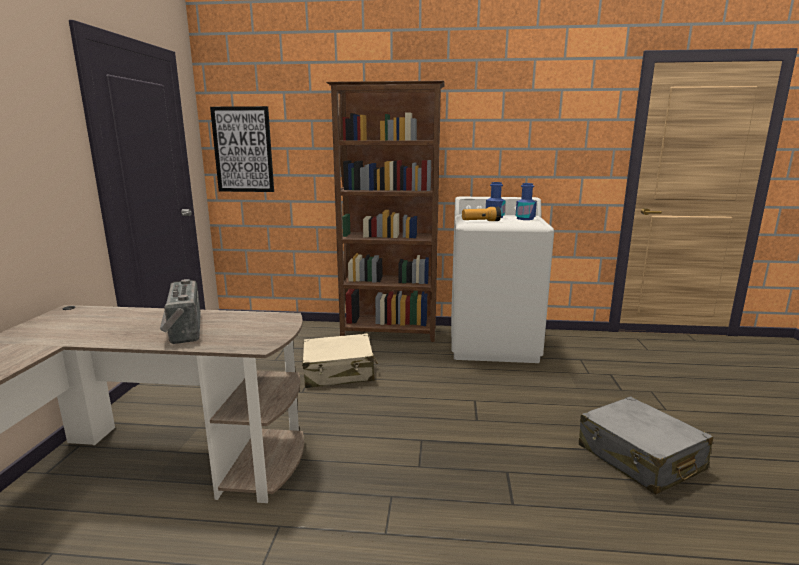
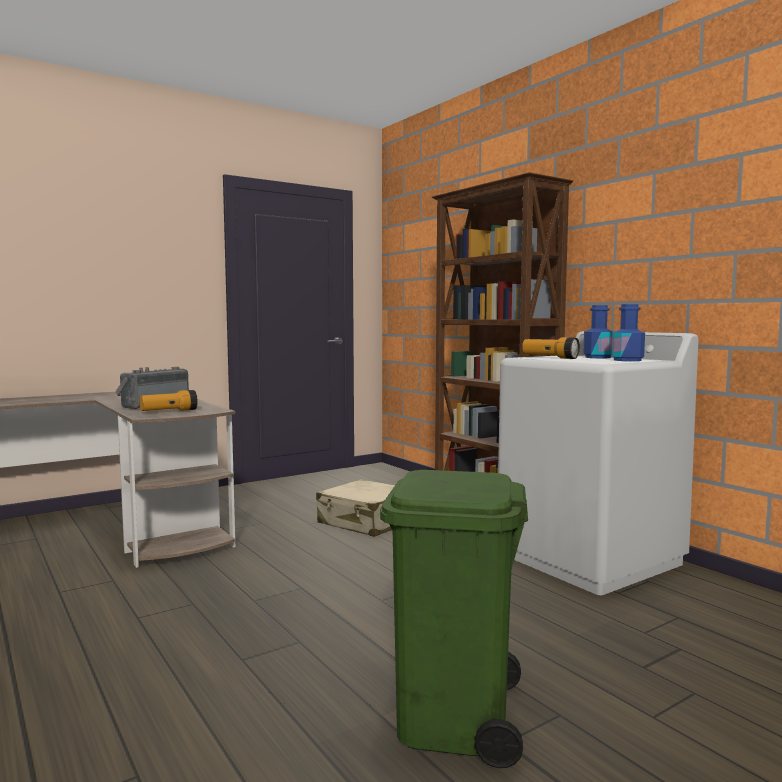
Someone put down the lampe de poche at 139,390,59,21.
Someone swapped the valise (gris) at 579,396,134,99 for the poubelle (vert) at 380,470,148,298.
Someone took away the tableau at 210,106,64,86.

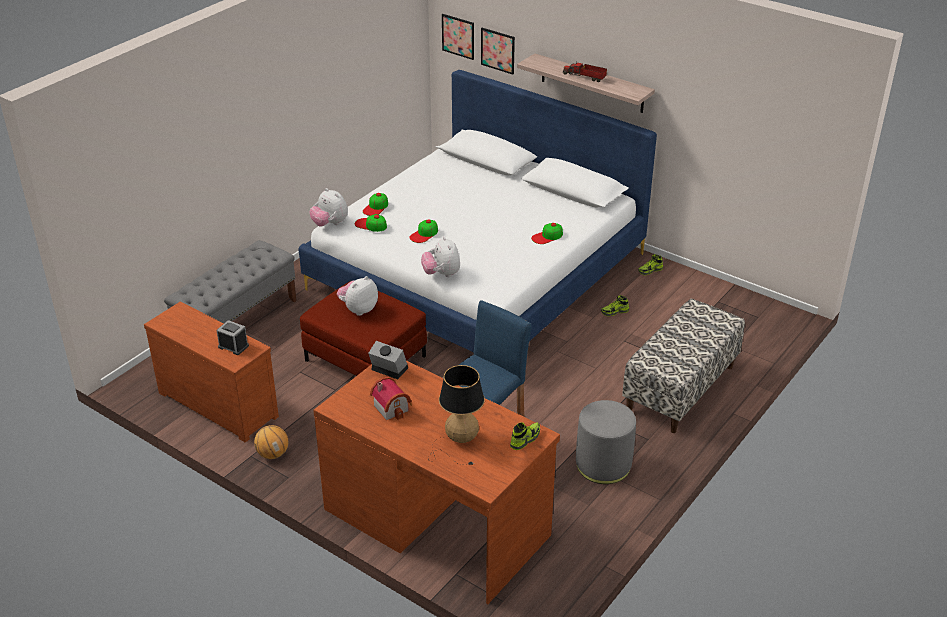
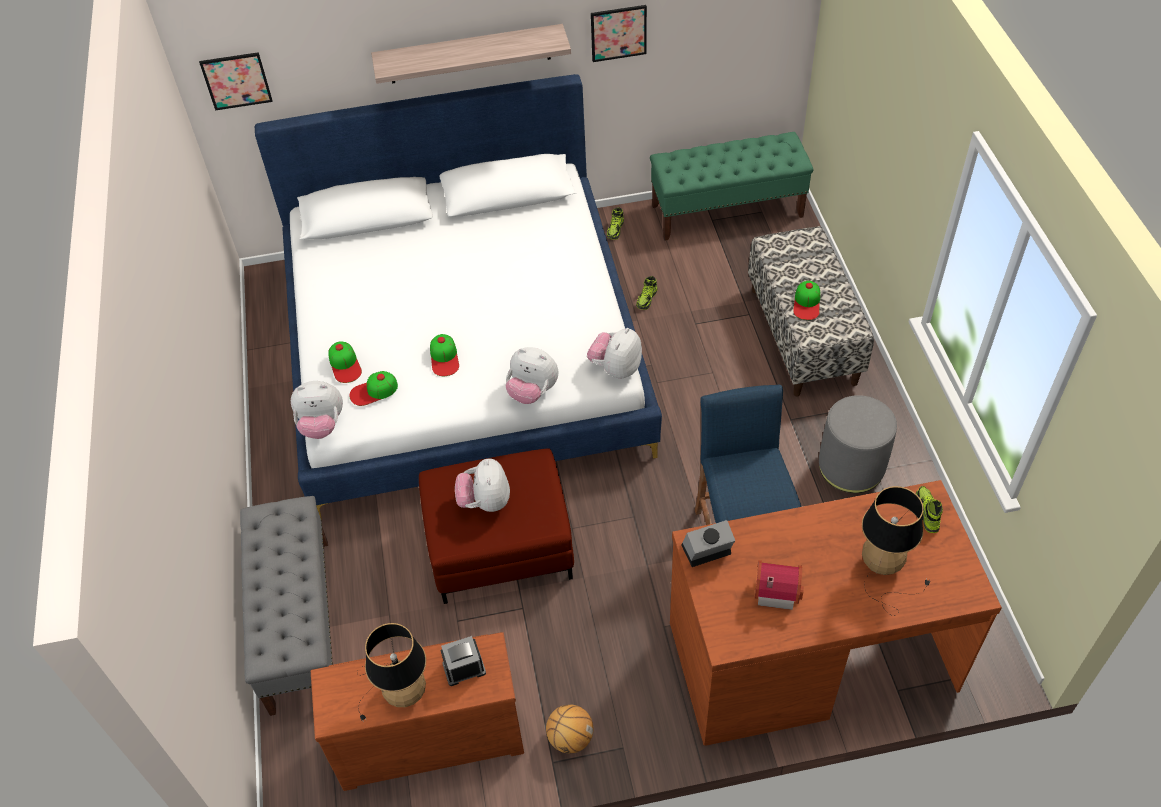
Someone put down the lampe de table at 357,623,69,99.
Someone put down the peluche at 587,328,55,50.
Someone carried the tableau from 481,28,34,47 to 591,5,56,57.
Someone put down the banc (vert) at 650,132,163,109.
Someone carried the casquette from 531,223,32,21 to 793,281,27,39.
Someone took away the camion jouet at 563,60,44,22.

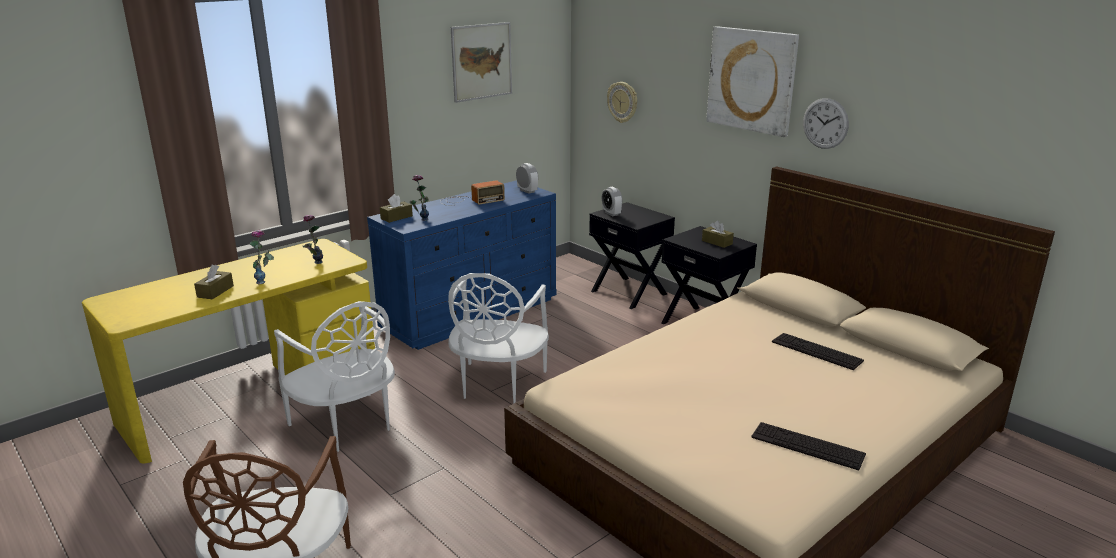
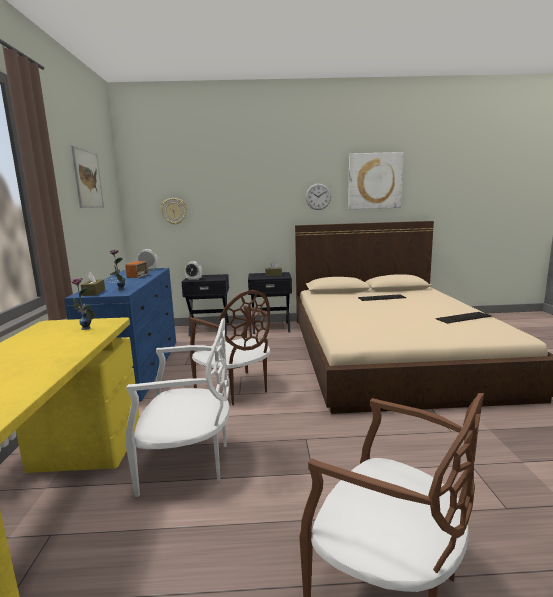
Someone repainted the chaise (blanc) at 448,273,101,131, which became the chaise (marron) at 189,290,82,115.
Someone carried the tableau from 706,26,93,111 to 348,152,55,57.
Someone took away the boîte à mouchoirs (marron) at 194,265,40,35.
Someone took away the vase at 249,230,25,54.

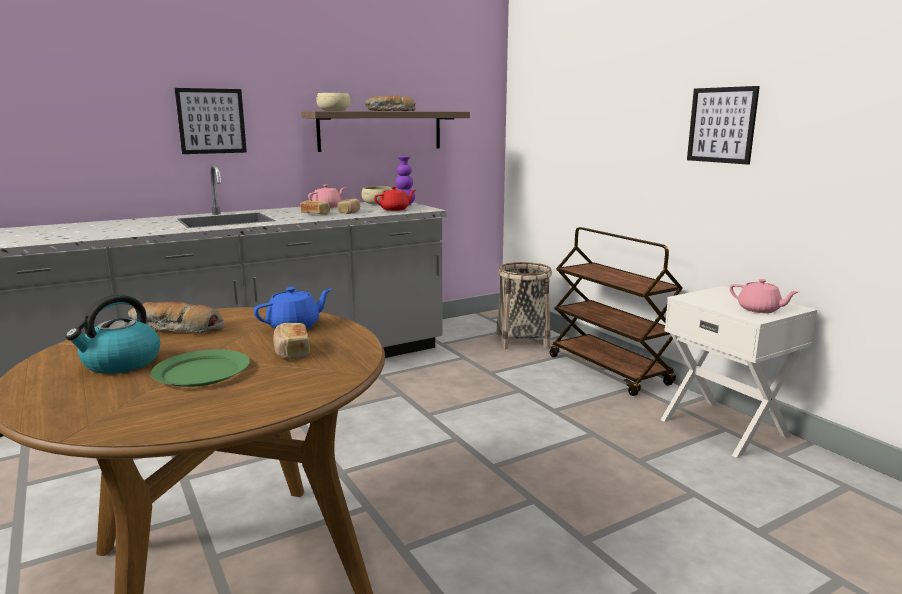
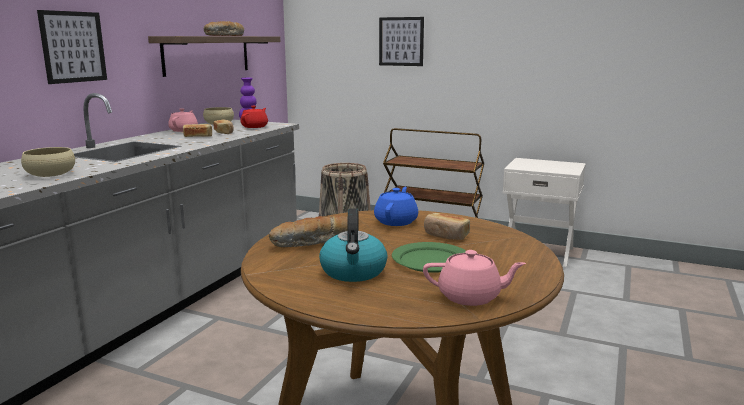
Someone carried the bol (beige) from 316,93,35,18 to 21,147,54,30.
Someone carried the tableau from 687,86,73,79 to 379,17,45,49.
Someone carried the théière (rose) from 730,279,69,34 to 423,250,103,56.

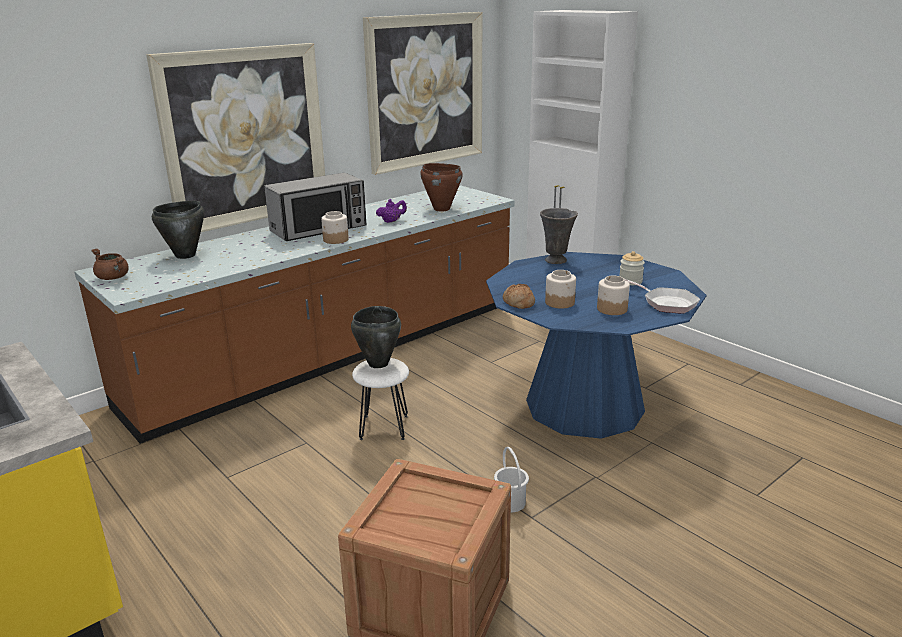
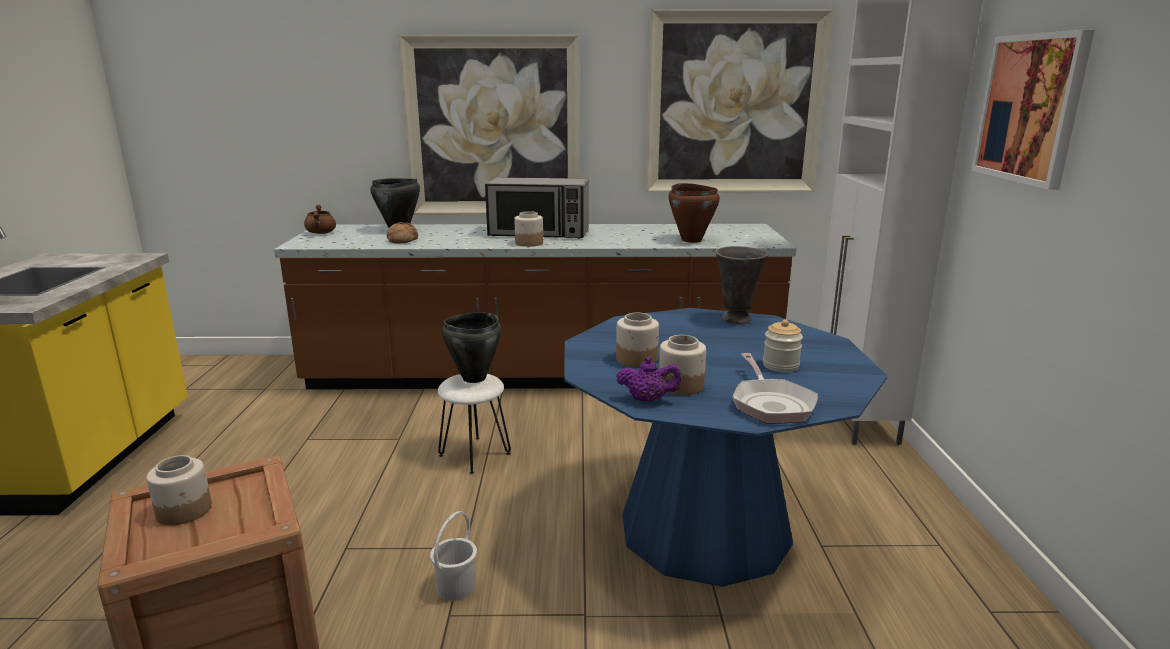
Someone put down the bocal at 146,455,66,70.
Someone carried the pain from 503,284,32,25 to 387,222,31,21.
Someone carried the théière (violet) from 376,199,31,24 to 616,356,67,46.
Someone put up the tableau at 971,29,124,161.

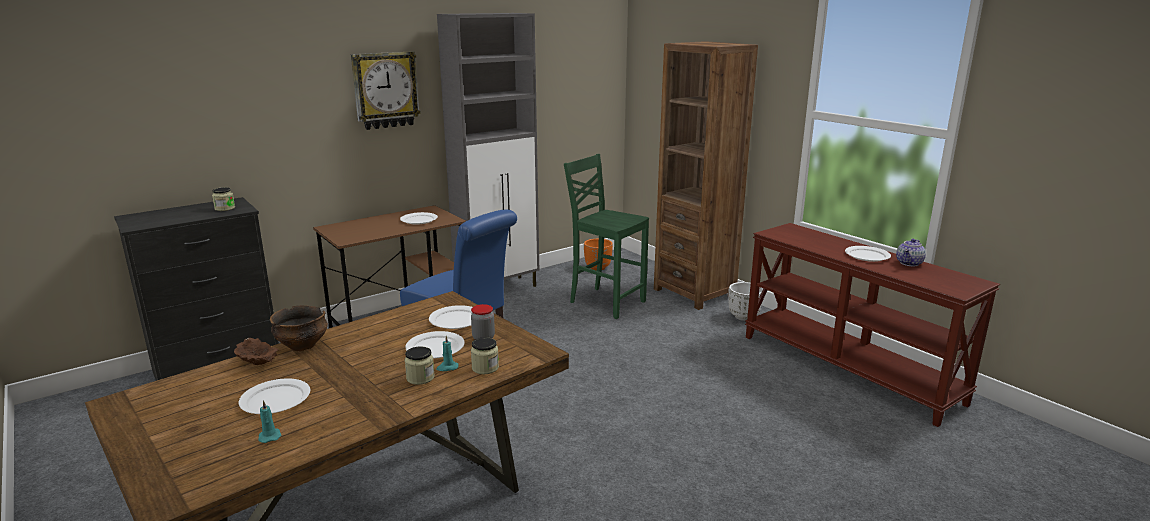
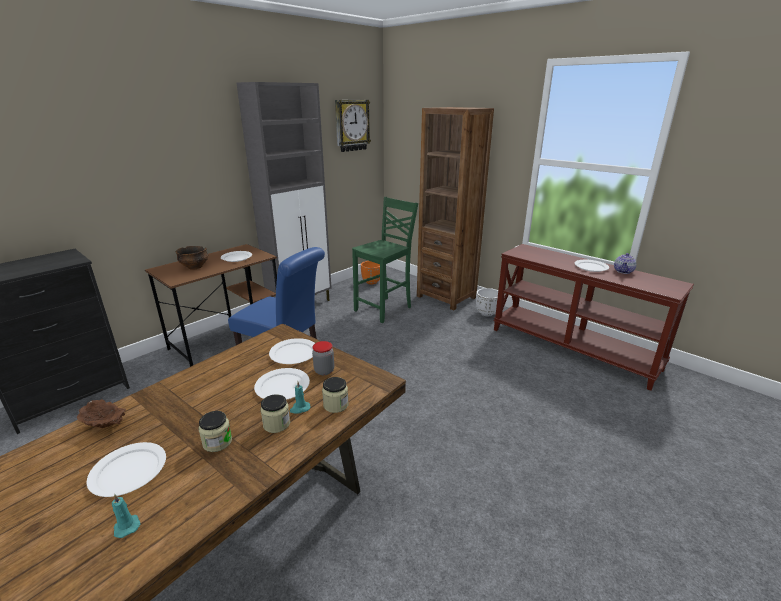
Someone carried the bol from 270,305,58,46 to 175,246,33,24.
Someone carried the bocal from 212,187,23,24 to 199,411,33,41.
Someone carried the horloge murale from 351,51,70,79 to 335,100,36,52.
Someone rotated the chaise (vert) at 564,154,85,165 by 105 degrees clockwise.

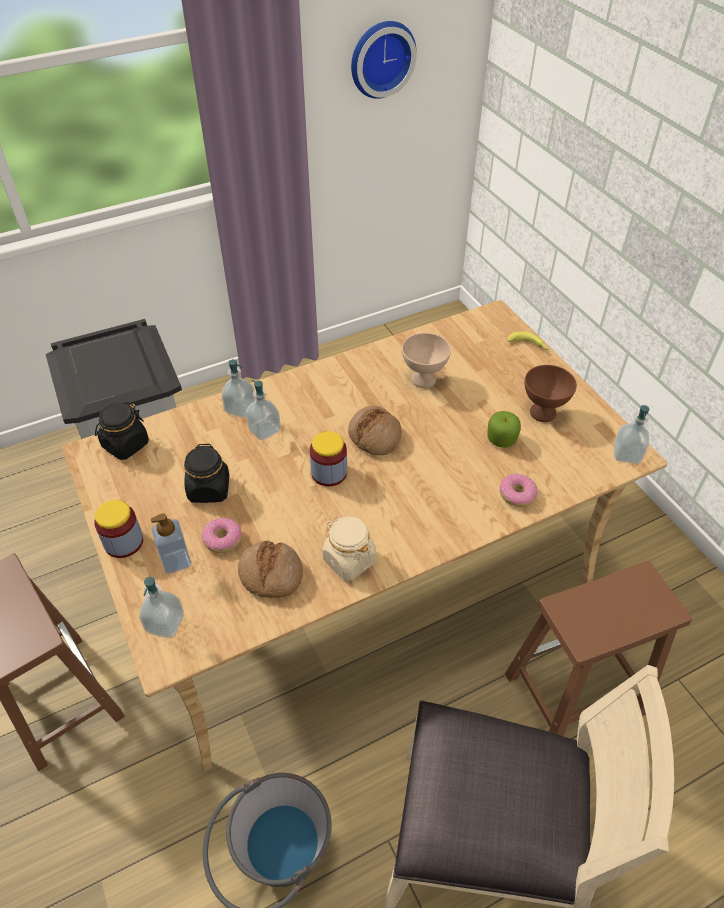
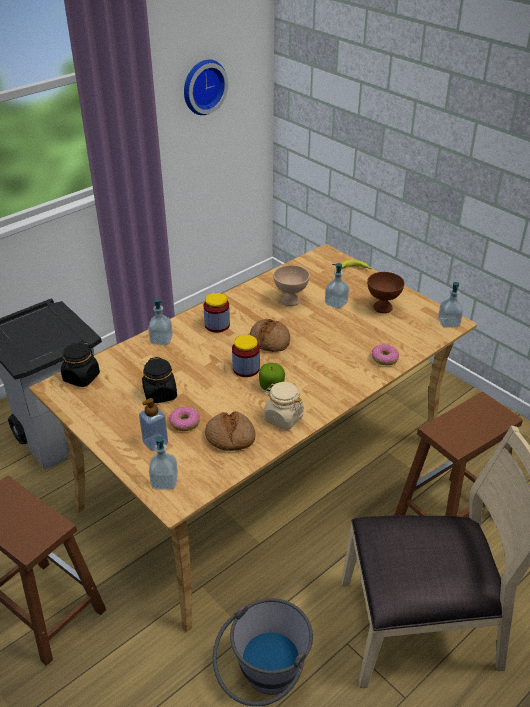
Someone carried the bocal from 94,500,49,58 to 204,293,26,40.
Someone carried the pomme from 488,411,33,37 to 259,363,26,28.
Someone carried the distributeur de savon from 245,380,36,60 to 325,263,24,46.

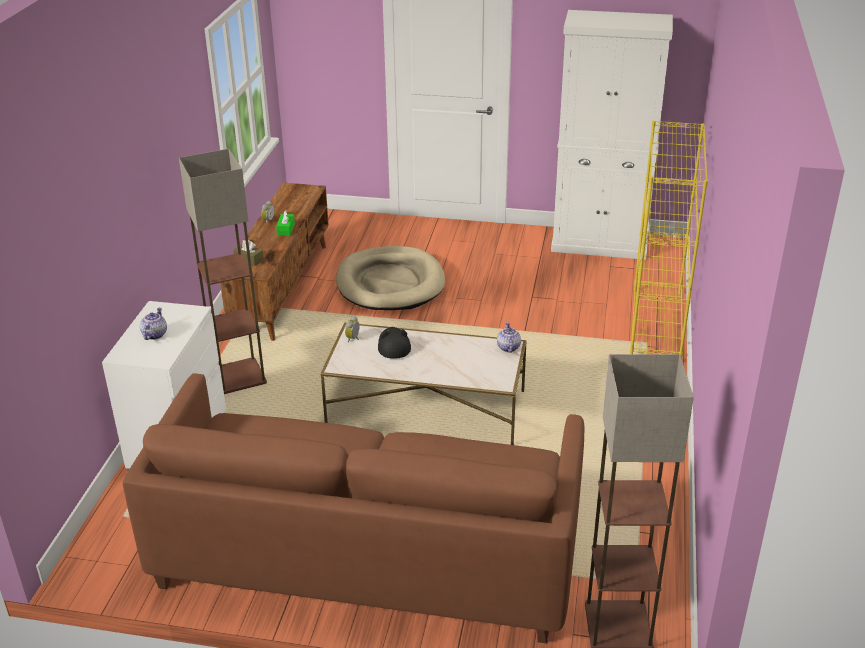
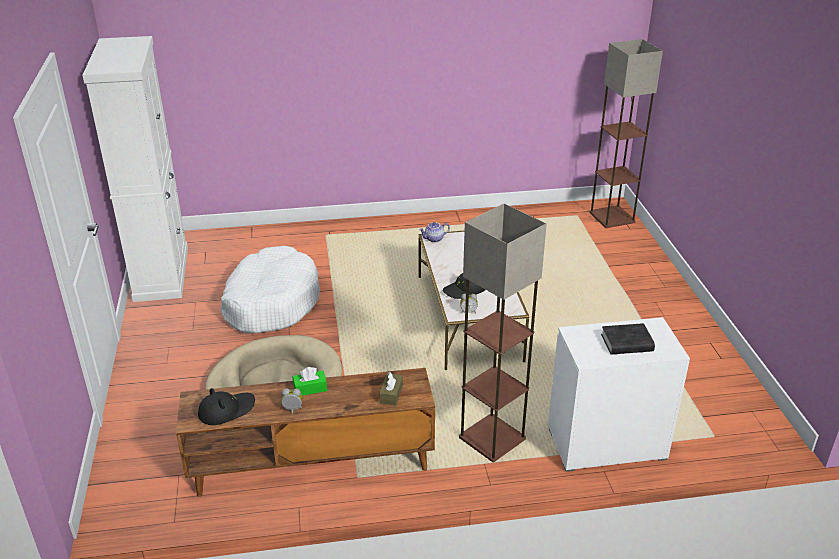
Someone put down the chapeau (noir) at 198,388,57,37.
Someone put down the panier pour chien (blanc) at 220,246,100,87.
Someone swapped the théière at 140,307,27,33 for the livre (noir) at 601,323,54,32.
Someone took away the canapé (marron) at 123,374,462,270.
Someone took away the bibliothèque (jaune) at 630,120,78,238.

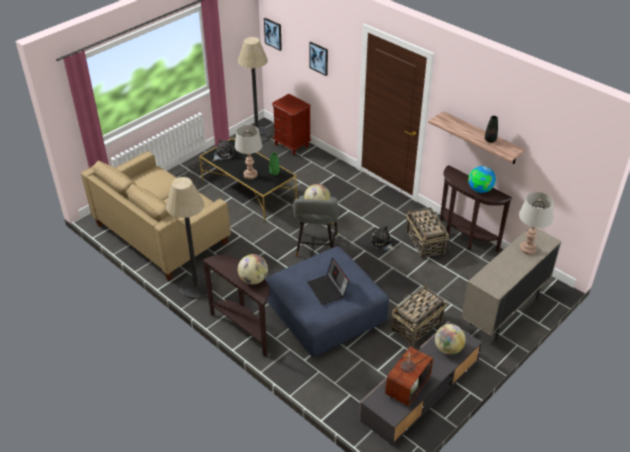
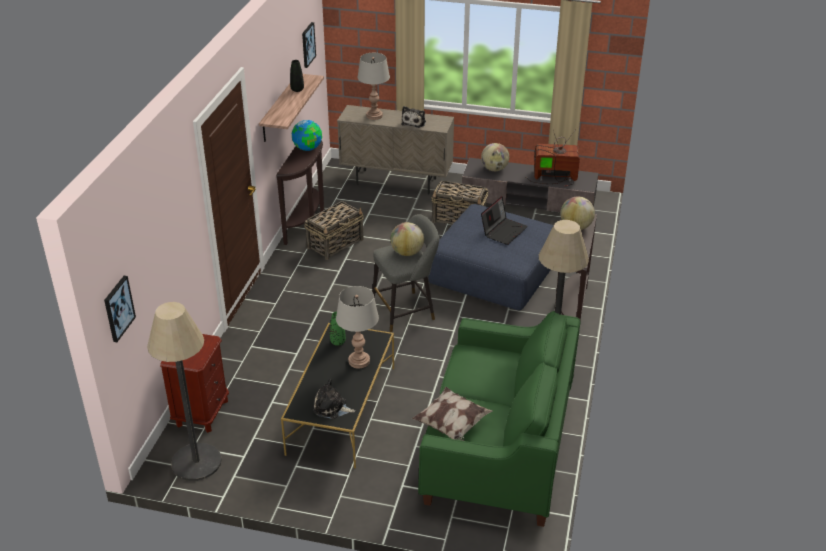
Someone carried the tableau from 309,42,19,34 to 302,22,14,46.
Someone carried the peluche from 370,225,25,25 to 401,106,25,22.
Someone put down the coussin at 412,387,80,54.
Someone repainted the canapé (beige) at 81,151,150,130, which became the canapé (vert) at 418,311,163,216.

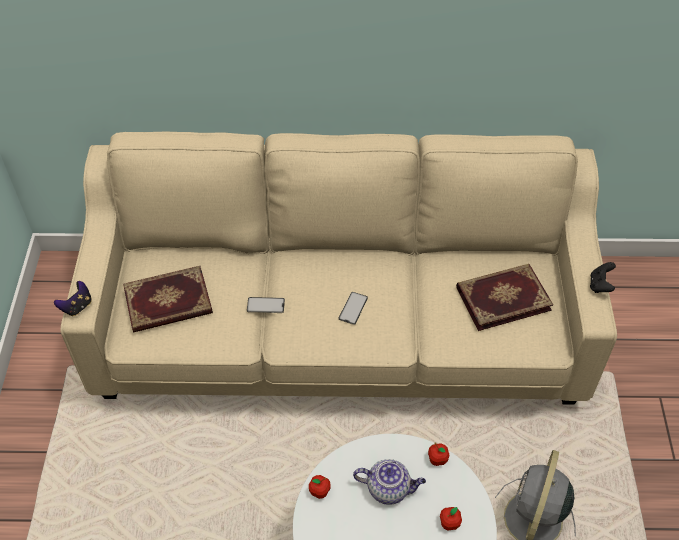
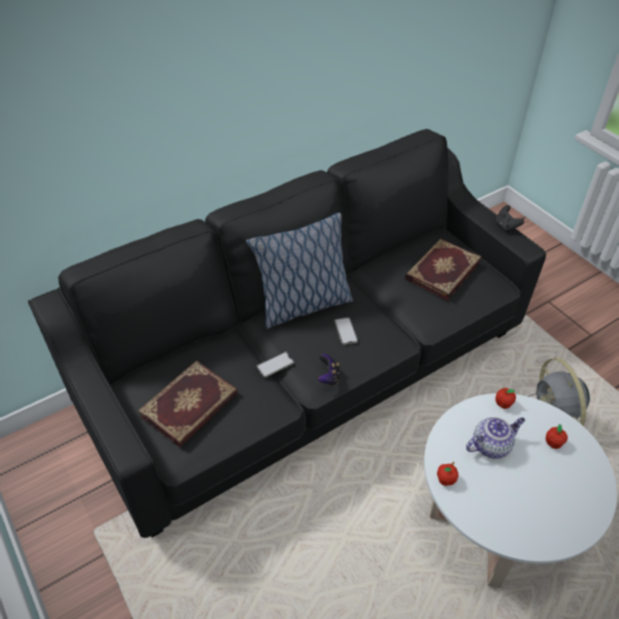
Someone repainted the canapé (beige) at 60,132,557,273, which became the canapé (noir) at 28,129,518,409.
Someone put down the coussin at 246,212,107,117.
Someone carried the manette from 54,281,38,35 to 318,354,22,32.

